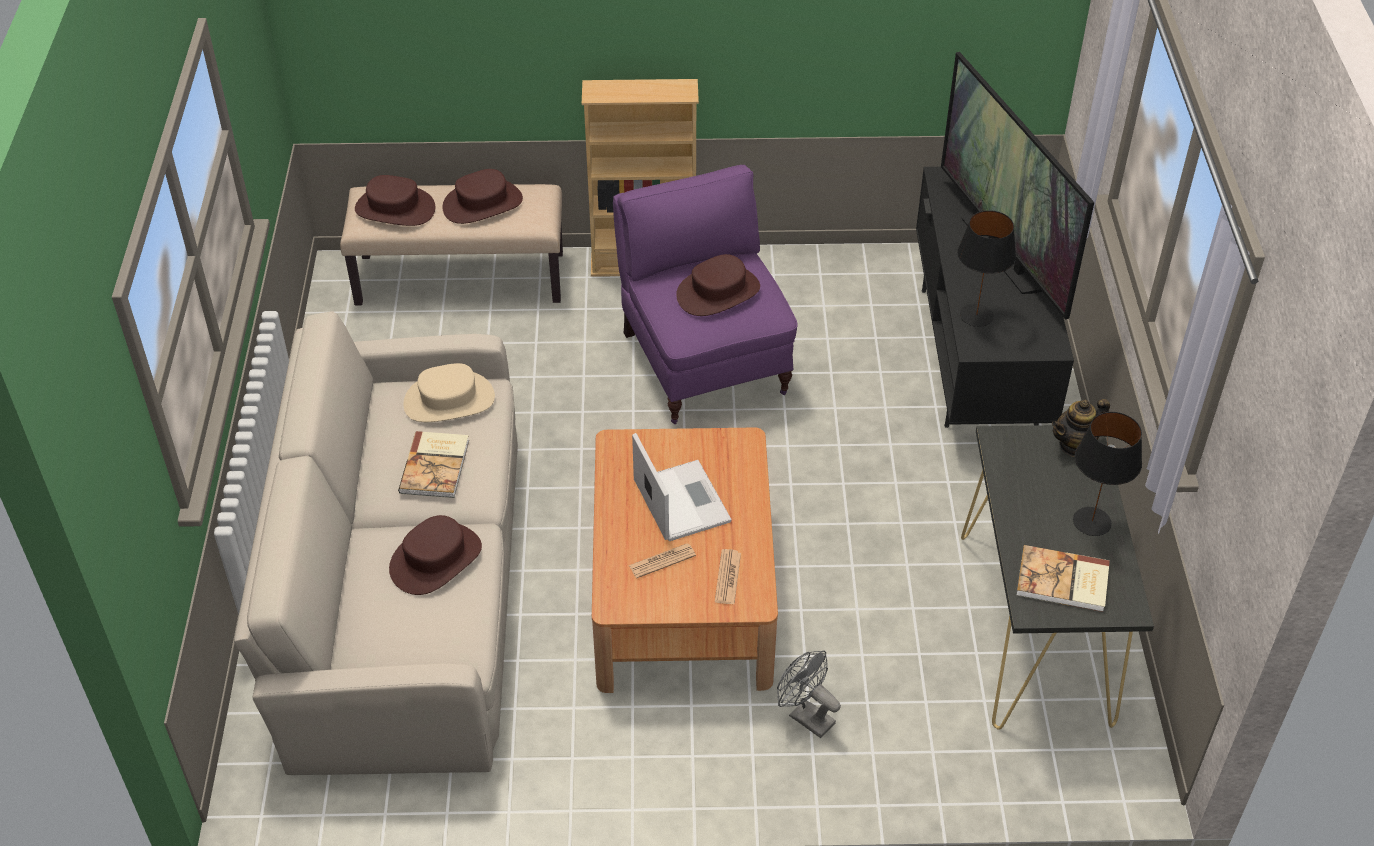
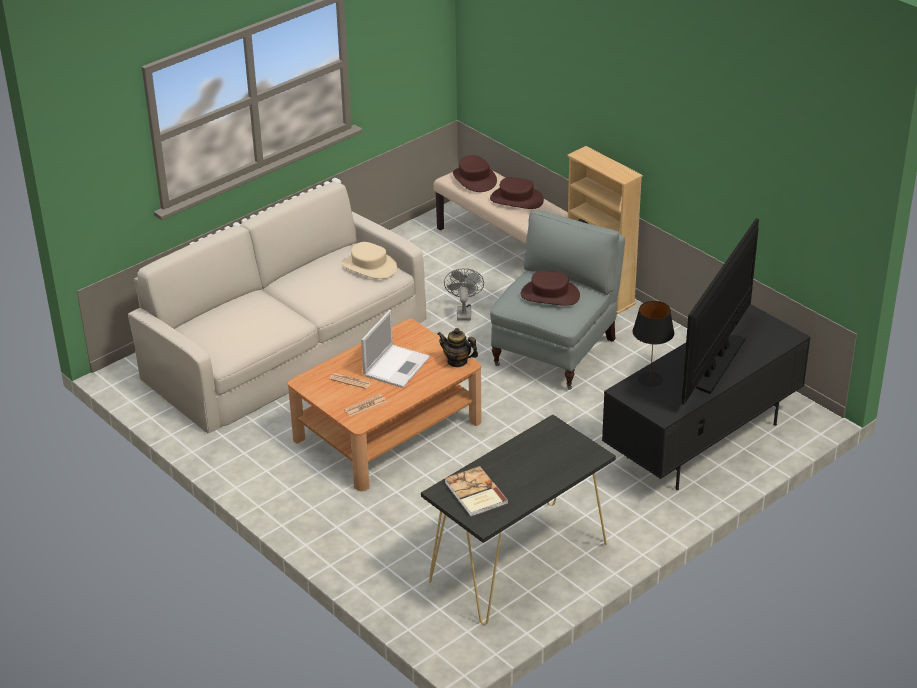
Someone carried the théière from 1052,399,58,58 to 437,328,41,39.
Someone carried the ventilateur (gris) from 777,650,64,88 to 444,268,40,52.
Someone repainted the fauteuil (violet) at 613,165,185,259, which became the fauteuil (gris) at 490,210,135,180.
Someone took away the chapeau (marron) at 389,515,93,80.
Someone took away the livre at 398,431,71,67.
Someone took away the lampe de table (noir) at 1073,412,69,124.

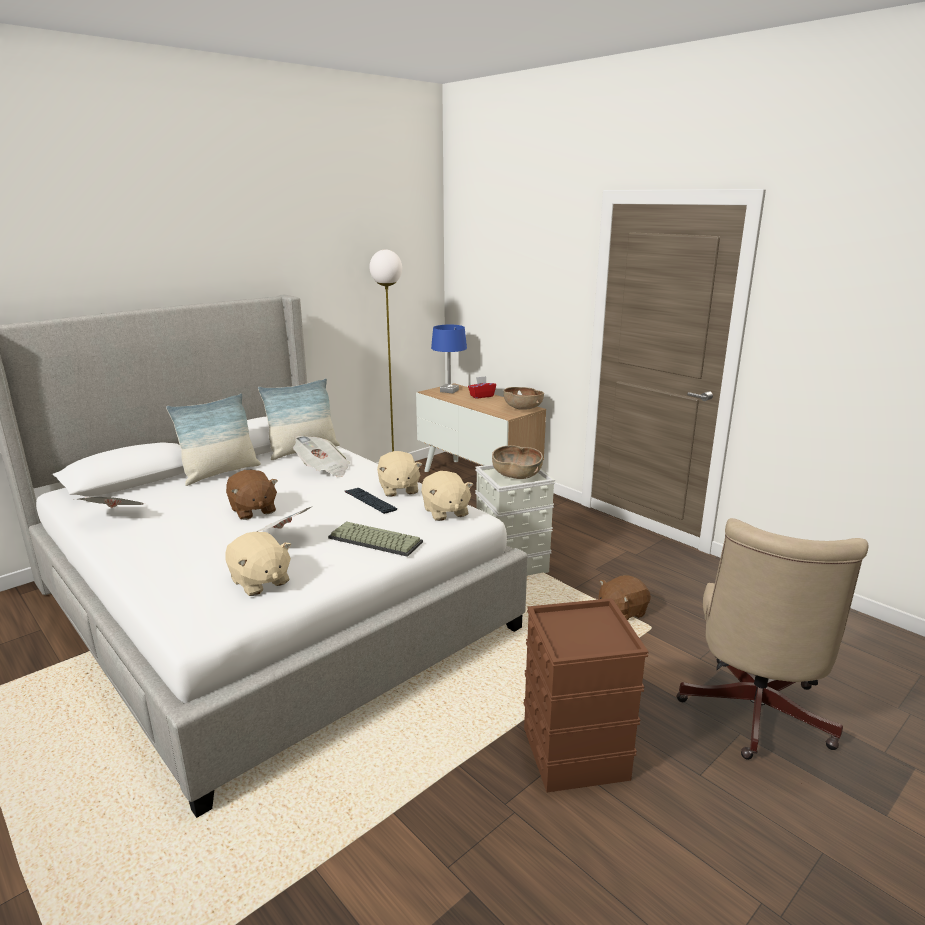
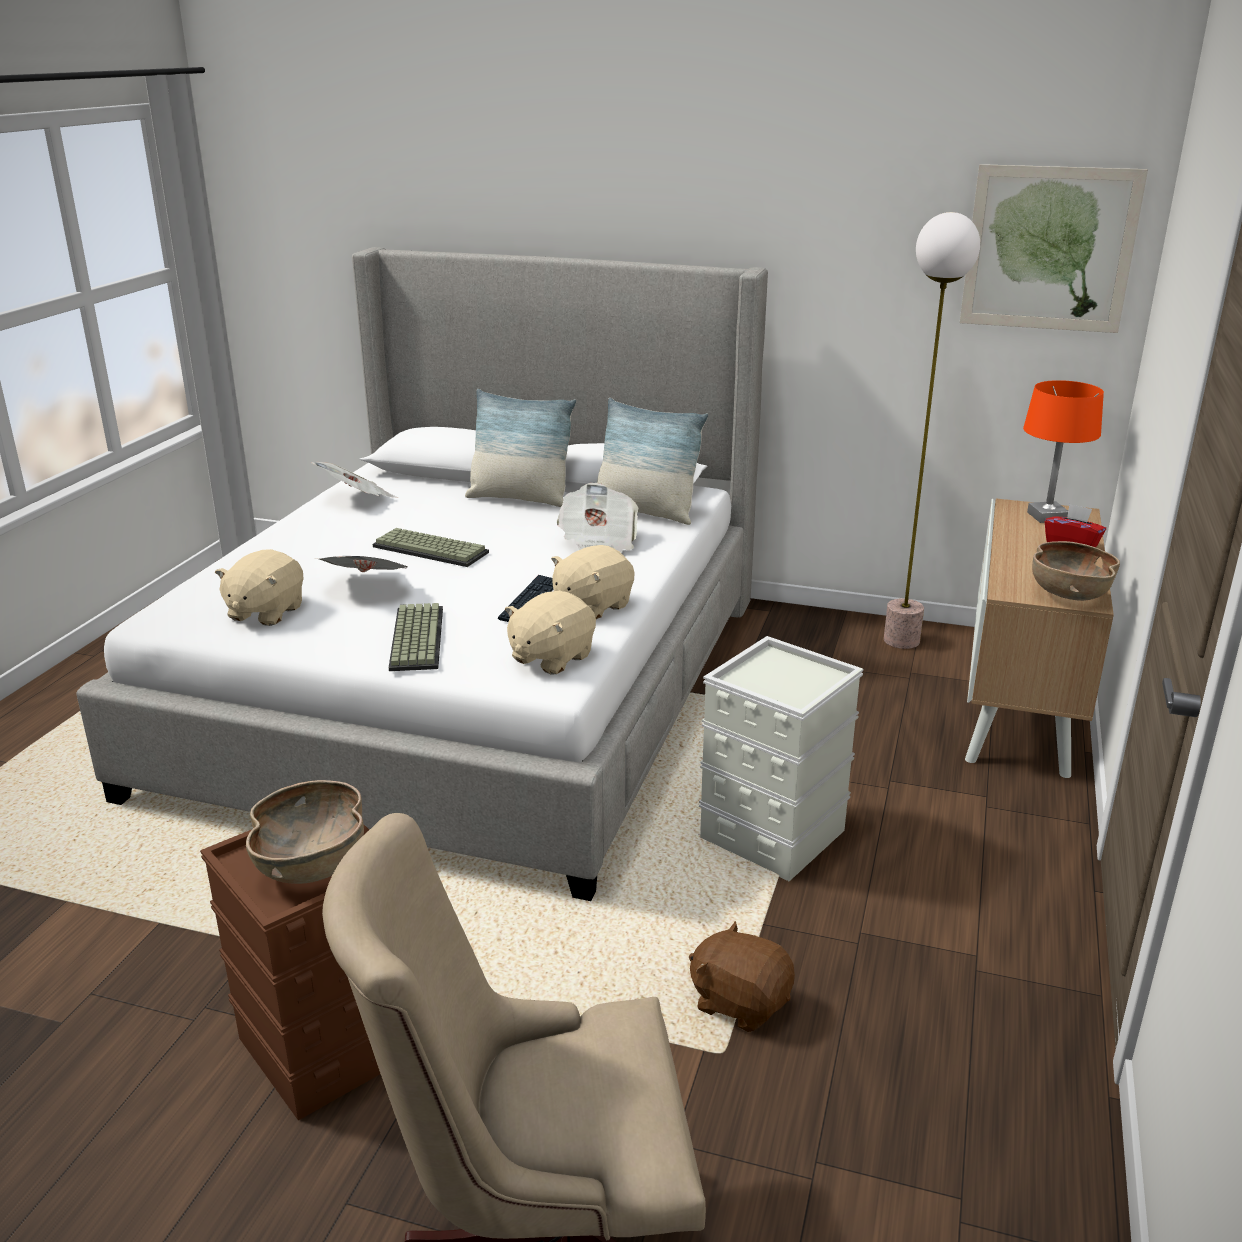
Someone carried the bol (marron) from 492,445,51,34 to 246,780,118,104.
Someone swapped the peluche (marron) at 226,470,52,50 for the clavier at 373,528,116,39.
Someone put up the tableau at 960,164,188,169.
Someone repainted the lampe de table (bleu) at 431,325,36,68, which became the lampe de table (orange) at 1023,380,81,143.

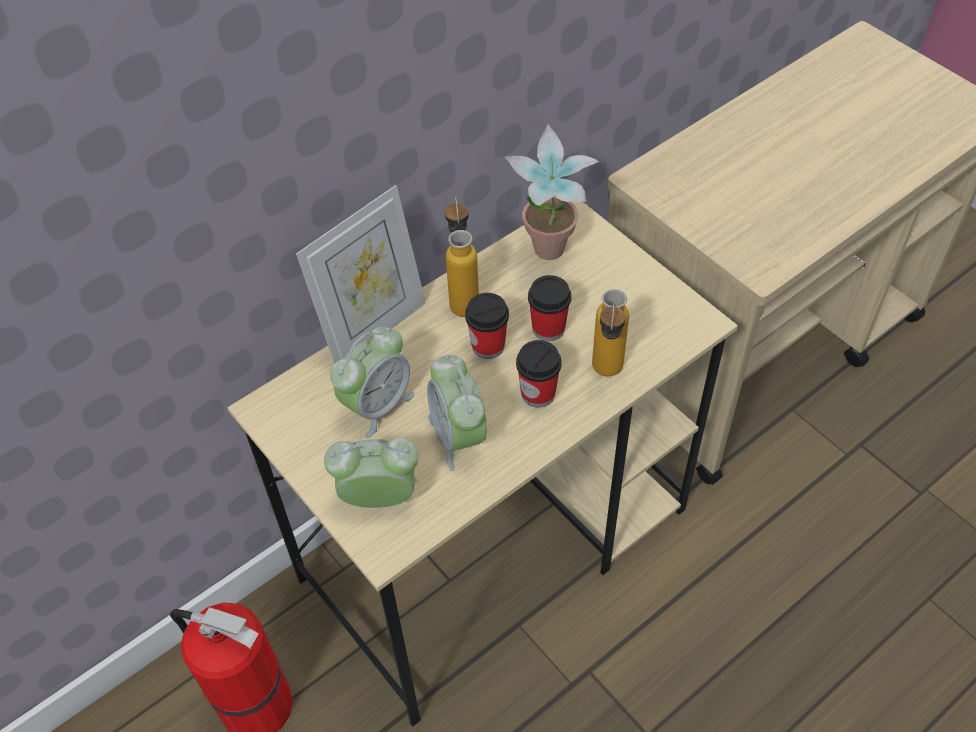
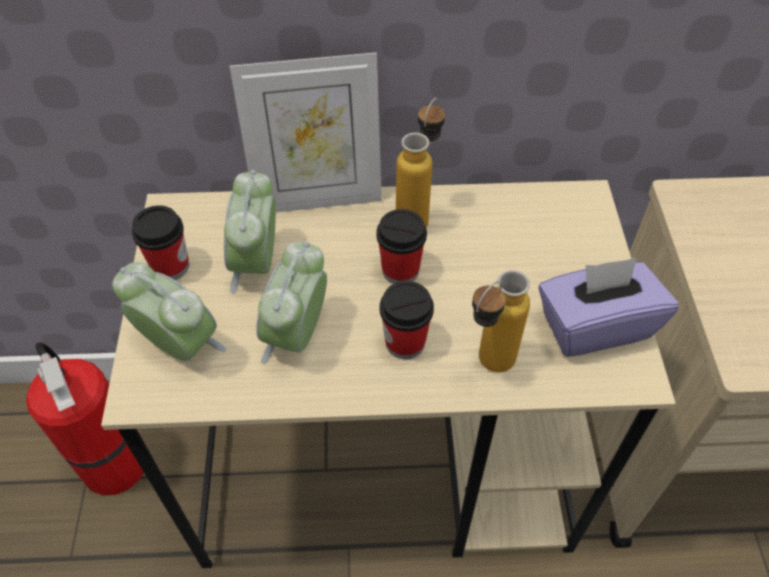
Someone carried the tasse from 528,275,43,66 to 132,205,57,75.
Someone rotated the réveil at 330,327,85,111 by 105 degrees clockwise.
Someone put down the boîte à mouchoirs (violet) at 539,258,140,99.
Someone took away the plante en pot at 505,124,94,136.

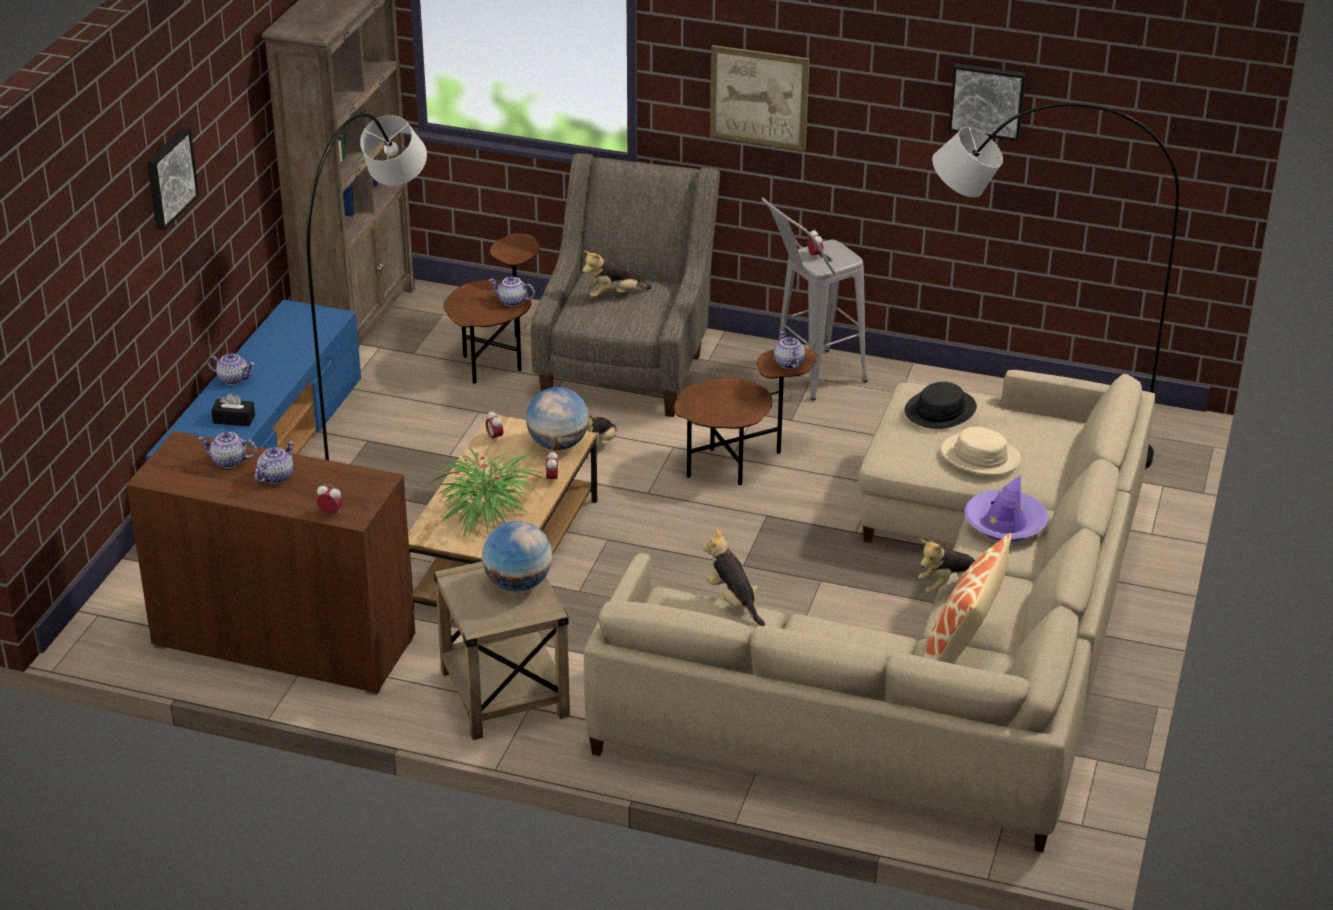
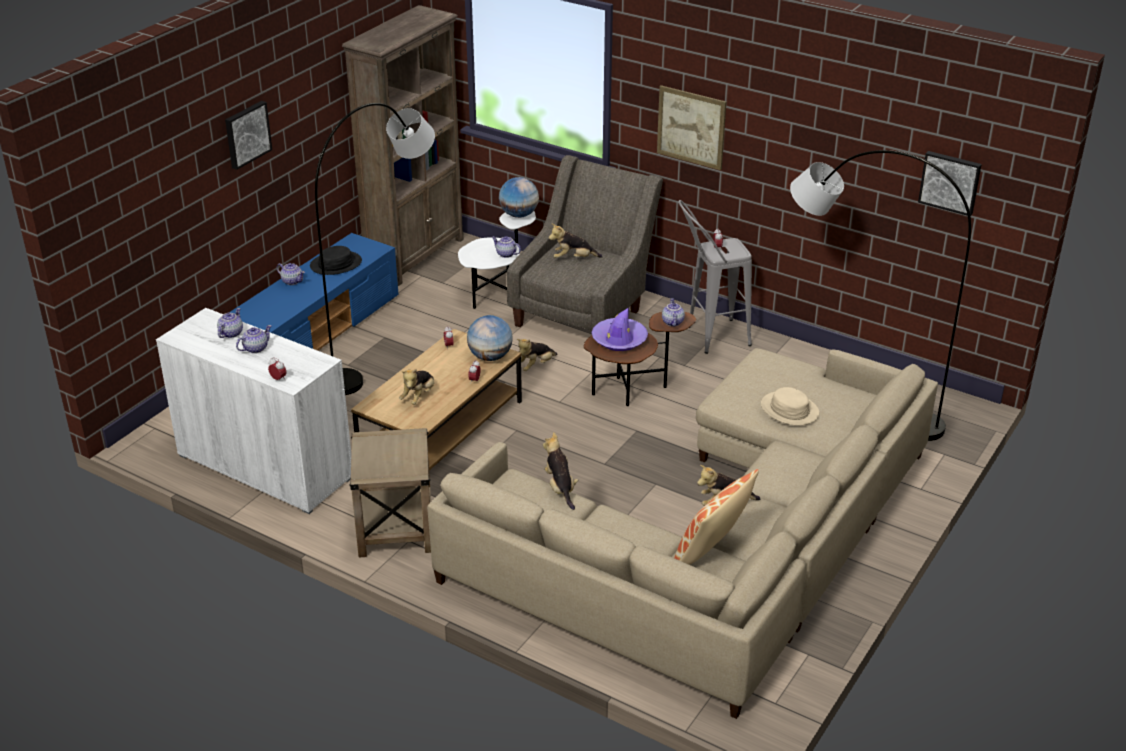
Someone repainted the meuble de rangement (marron) at 126,431,289,264, which became the meuble de rangement (blanc) at 156,308,196,206.
Someone rotated the théière at 198,432,59,36 by 90 degrees clockwise.
Someone carried the chapeau (noir) from 904,382,73,47 to 310,246,52,29.
Someone swapped the plante en pot at 427,449,122,90 for the peluche at 399,369,35,36.
Someone repainted the table d'appoint (marron) at 443,233,97,151, which became the table d'appoint (blanc) at 458,211,78,98.
Someone carried the globe from 482,521,70,70 to 499,177,40,41.
Someone carried the chapeau (violet) from 964,476,85,66 to 591,307,57,44.
Someone carried the tableau from 949,63,77,78 to 918,151,64,65.
Someone took away the boîte à mouchoirs (noir) at 211,393,44,33.

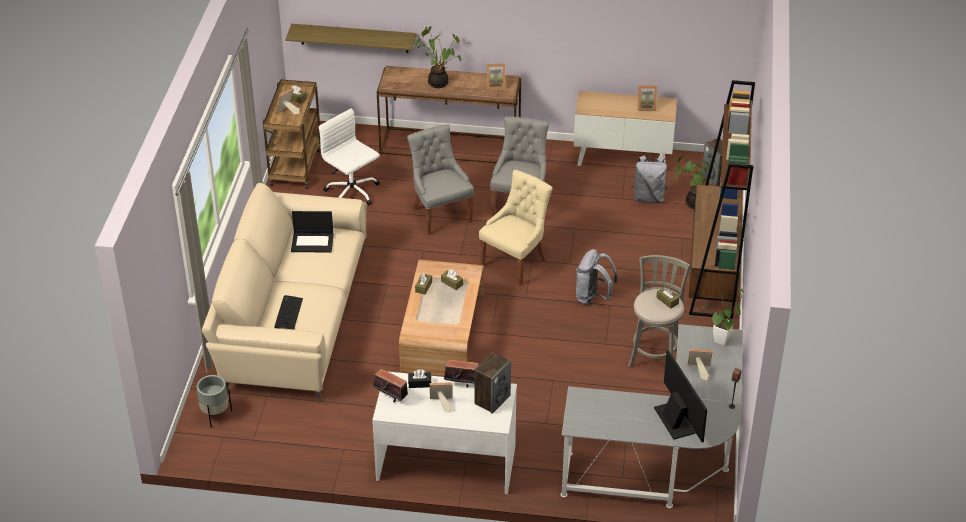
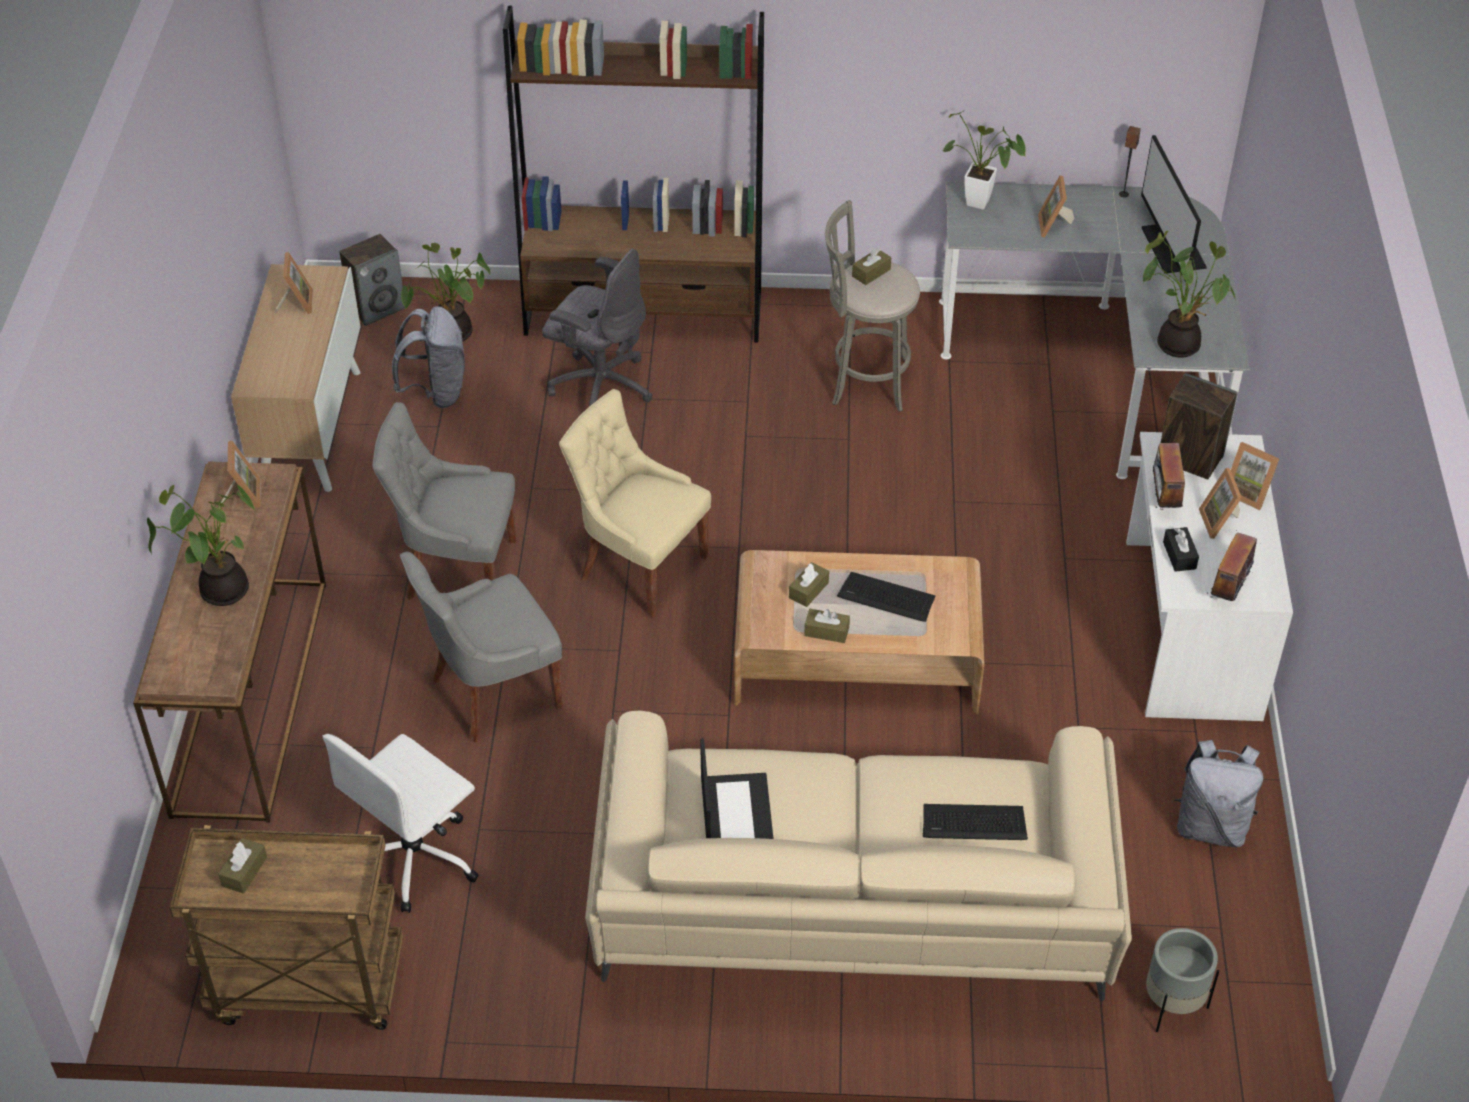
Someone put down the chaise de bureau (gris) at 542,249,111,158.
Someone put down the clavier at 837,572,98,50.
Someone rotated the écran d'ordinateur at 654,350,53,92 by 75 degrees counterclockwise.
Someone put down the plante en pot at 1143,231,93,127.
Someone carried the sac à dos (gris) from 576,249,42,56 to 1174,740,89,108.
Someone carried the cadre photo from 275,88,25,27 to 1231,442,48,68.
Someone took away the étagère at 285,24,132,29.

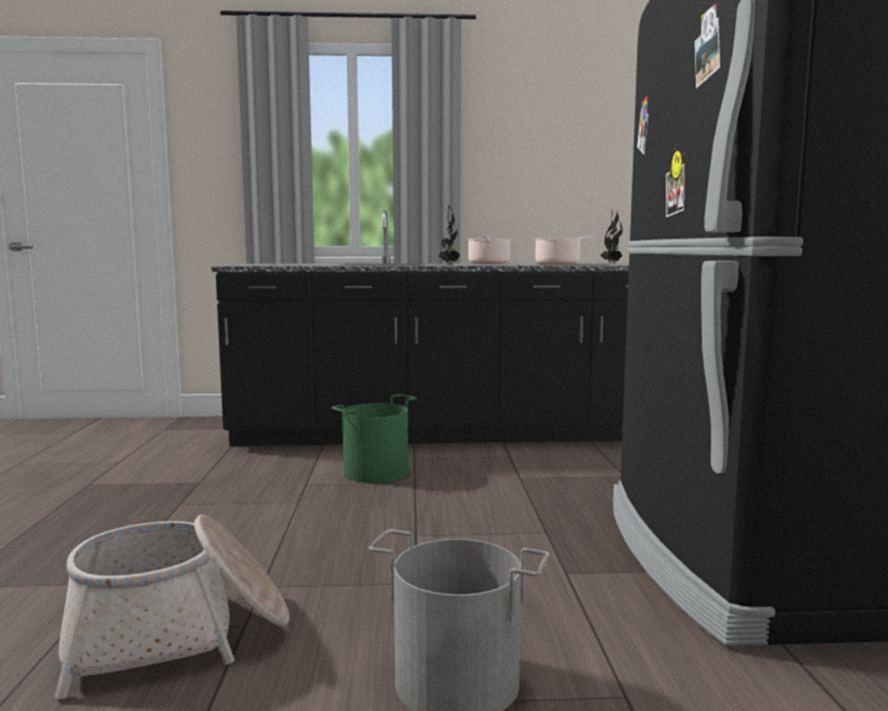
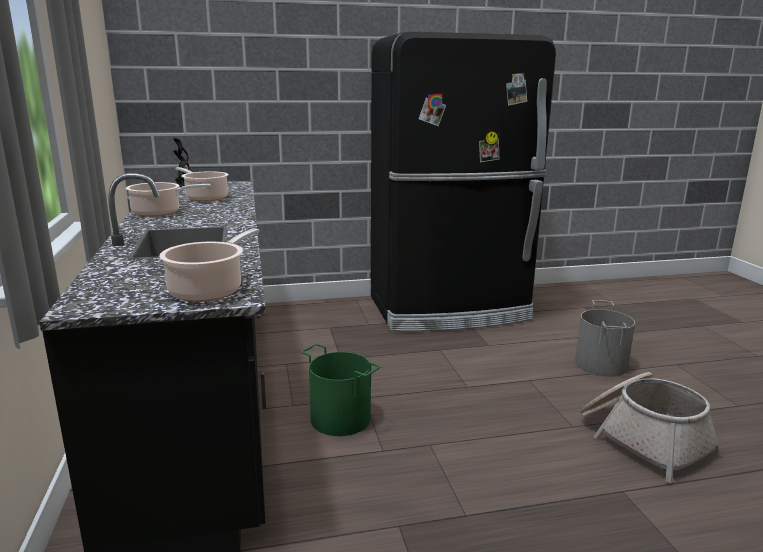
Someone put down the marmite at 159,228,100,74.
Someone took away the plante en pot at 439,206,21,58.

